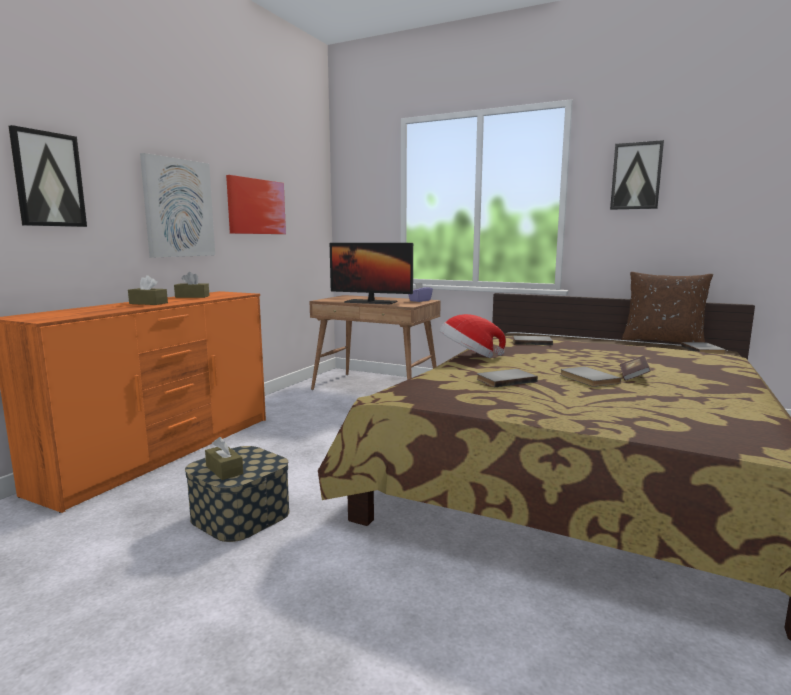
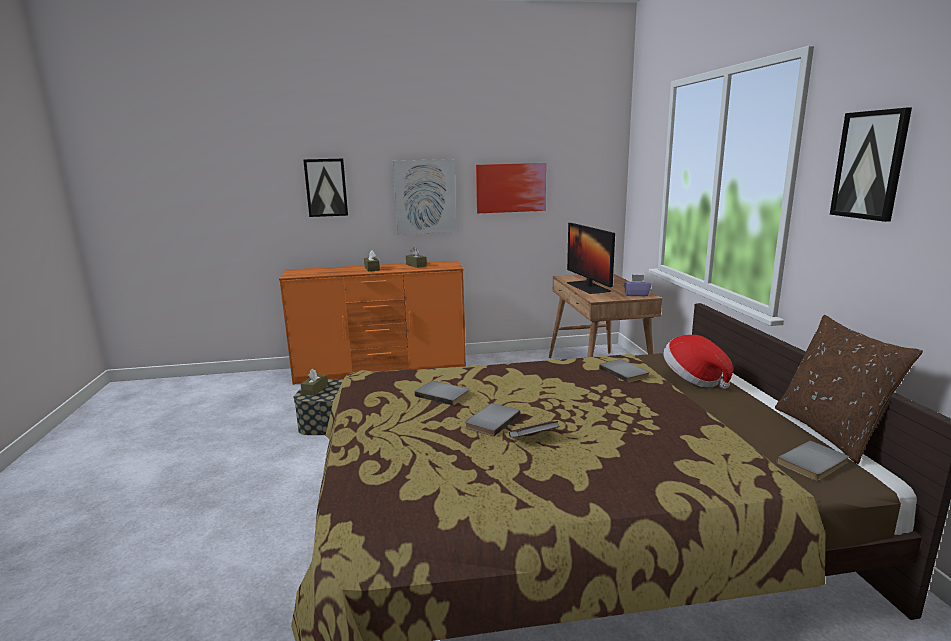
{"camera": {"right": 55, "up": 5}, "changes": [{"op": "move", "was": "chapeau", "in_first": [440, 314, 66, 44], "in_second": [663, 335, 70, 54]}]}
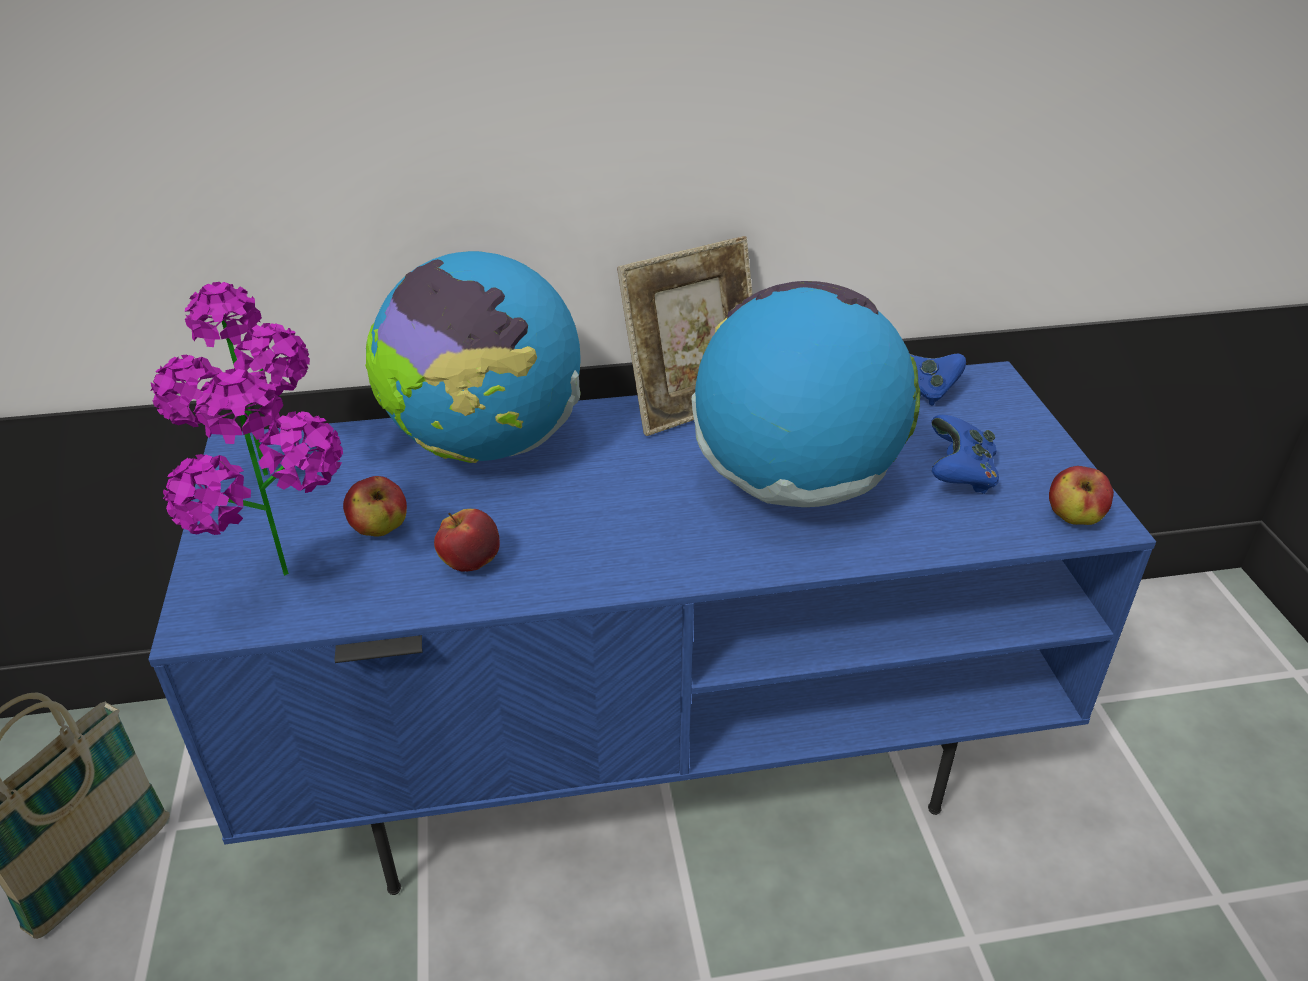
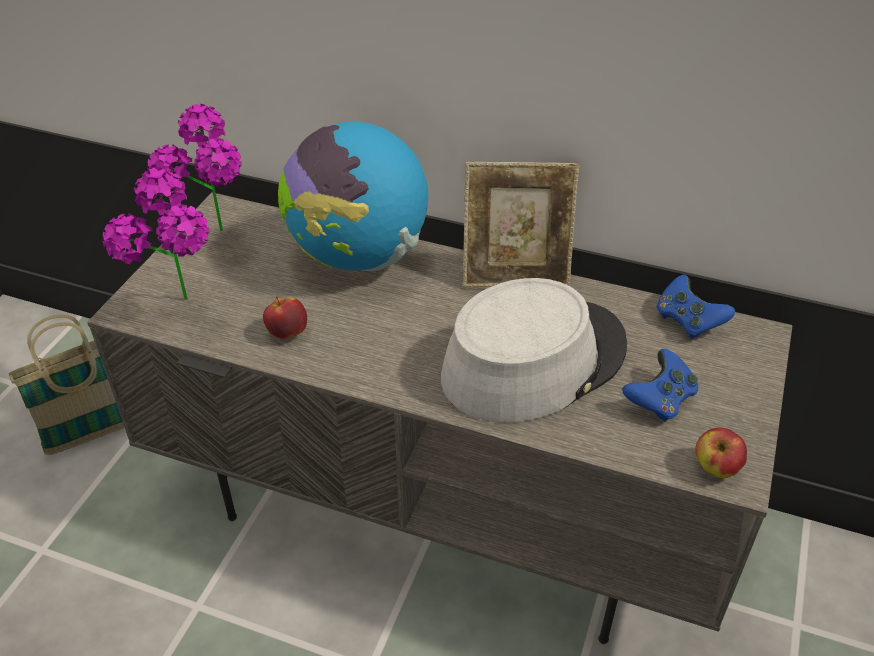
{"camera": {"right": 30, "up": 5}, "changes": [{"op": "recolor", "was": "meuble télé/bleu", "now": "meuble télé/gris", "in_first": [149, 361, 1007, 534], "in_second": [87, 192, 705, 452]}, {"op": "delete", "was": "pomme", "in_first": [343, 476, 64, 61]}, {"op": "replace", "was": "globe", "now": "chapeau/gris", "in_first": [692, 281, 228, 226], "in_second": [441, 278, 186, 144]}]}
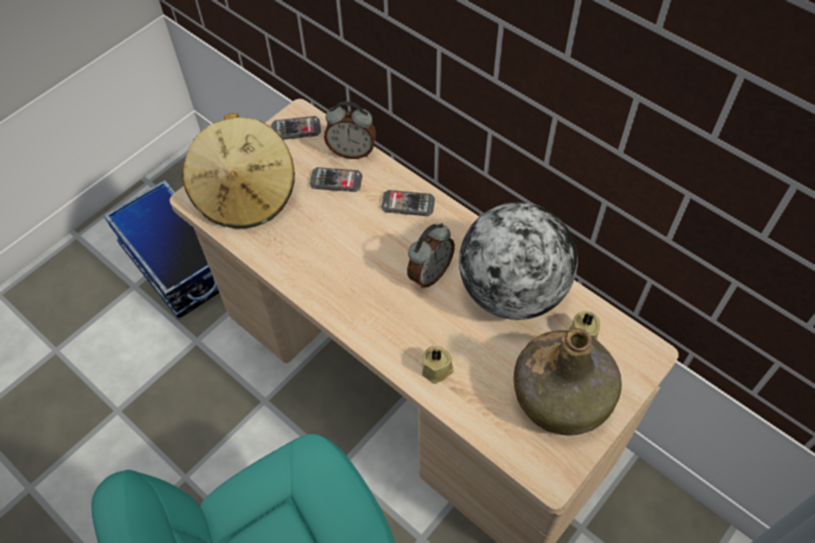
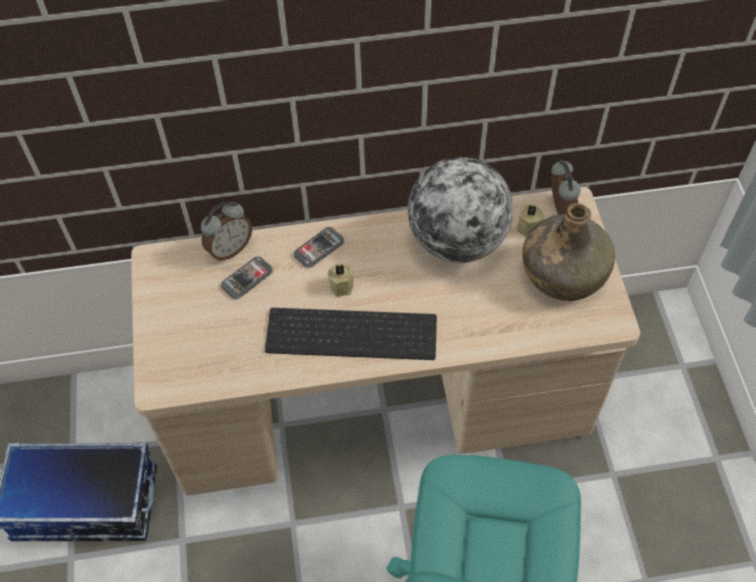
{"camera": {"right": -50, "up": 0}, "changes": [{"op": "delete", "was": "chapeau/beige", "in_first": [182, 113, 113, 115]}, {"op": "delete", "was": "téléphone", "in_first": [271, 116, 50, 24]}, {"op": "move", "was": "réveil", "in_first": [407, 223, 48, 65], "in_second": [551, 160, 29, 55]}, {"op": "move", "was": "bougie/beige", "in_first": [422, 346, 31, 38], "in_second": [328, 264, 25, 33]}, {"op": "insert", "now": "clavier", "in_second": [265, 308, 172, 52]}]}
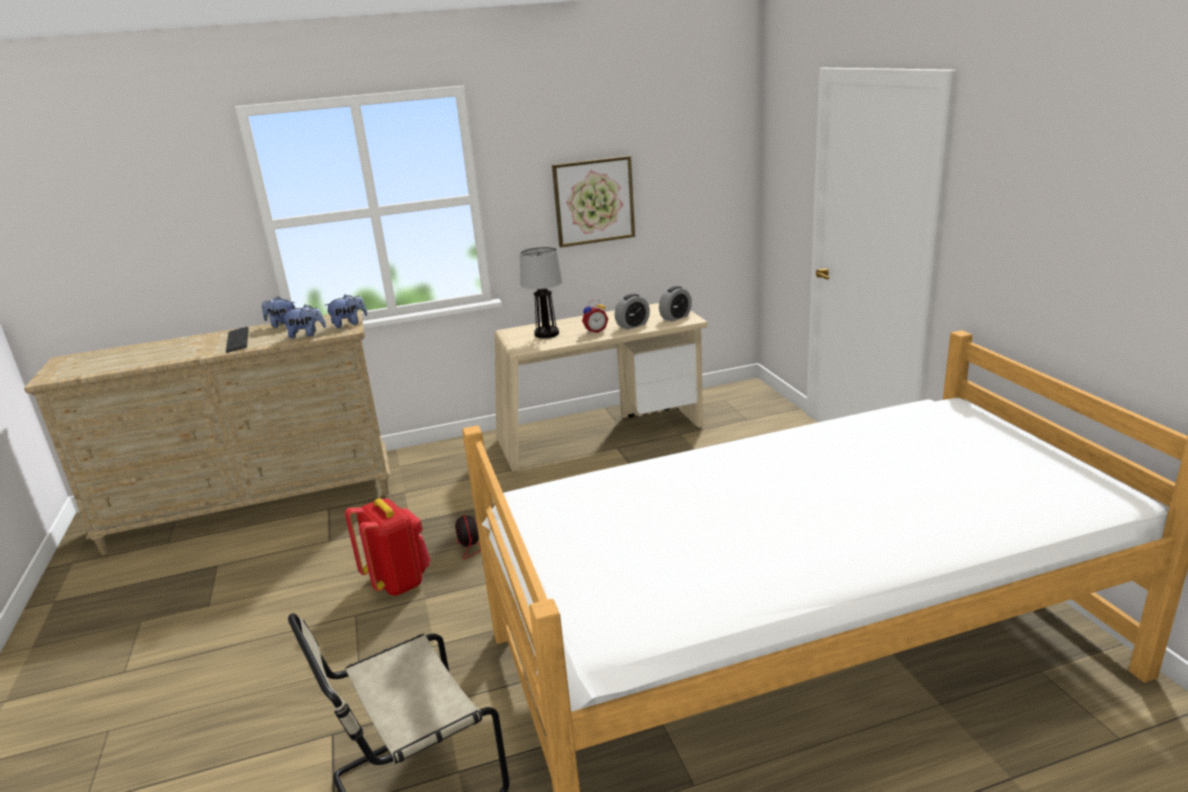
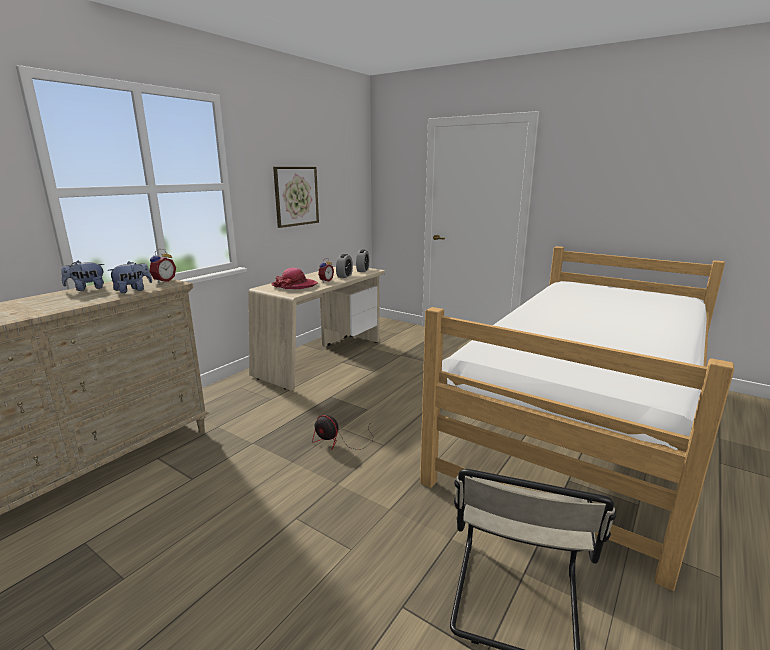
{"camera": {"right": -40, "up": -5}, "changes": [{"op": "delete", "was": "clavier", "in_first": [226, 327, 23, 26]}, {"op": "replace", "was": "peluche", "now": "réveil", "in_first": [324, 294, 43, 34], "in_second": [149, 249, 27, 34]}, {"op": "delete", "was": "sac à dos/rouge", "in_first": [345, 498, 85, 98]}, {"op": "replace", "was": "lampe de table", "now": "chapeau", "in_first": [520, 247, 43, 91], "in_second": [271, 268, 47, 21]}]}
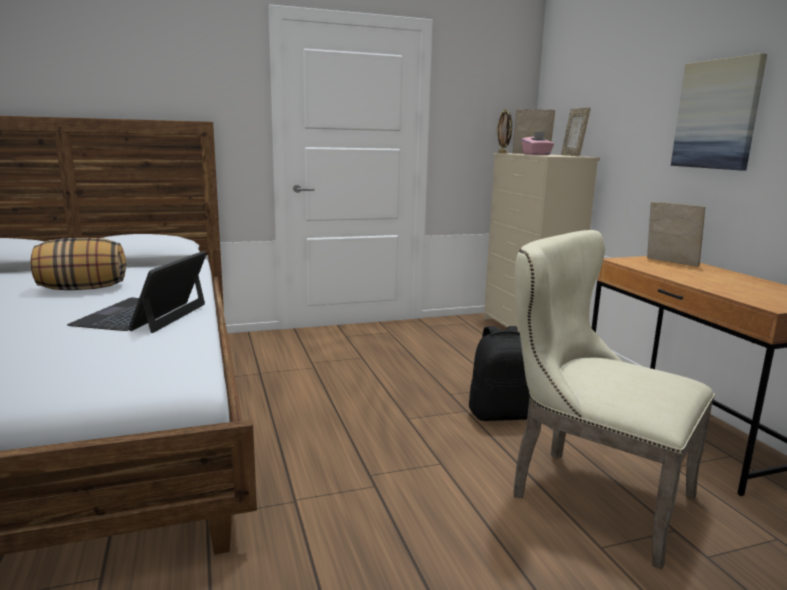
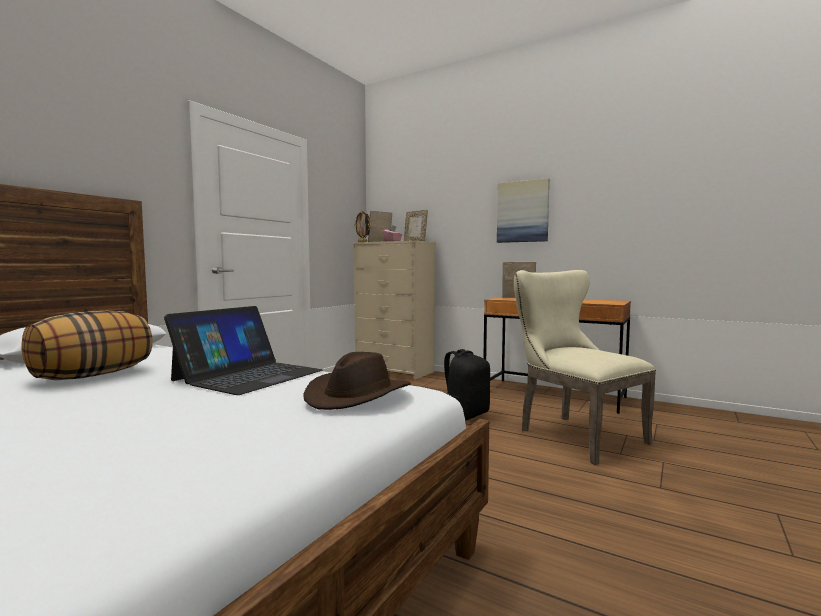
{"camera": {"right": -40, "up": -10}, "changes": [{"op": "rotate", "was": "ordinateur portable", "in_first": [67, 251, 140, 82], "in_second": [164, 306, 159, 89], "clockwise": -120}, {"op": "rotate", "was": "chaise/beige", "in_first": [514, 230, 201, 339], "in_second": [514, 270, 142, 195], "clockwise": 60}, {"op": "insert", "now": "chapeau/marron", "in_second": [303, 352, 108, 58]}]}
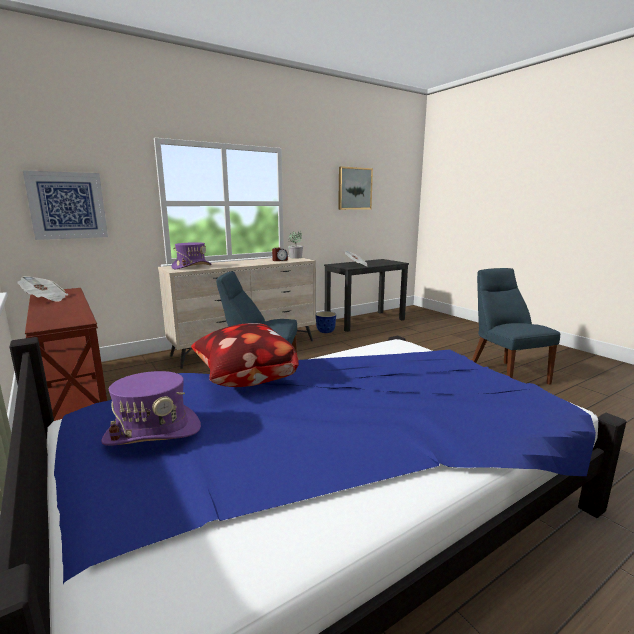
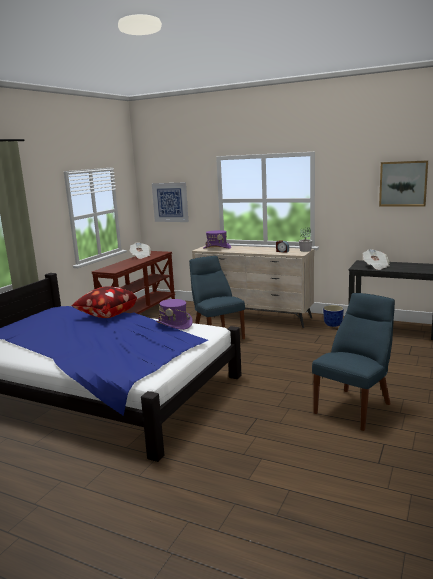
{"camera": {"right": 60, "up": 0}, "changes": [{"op": "move", "was": "chapeau/violet", "in_first": [101, 371, 100, 75], "in_second": [156, 299, 37, 31]}]}
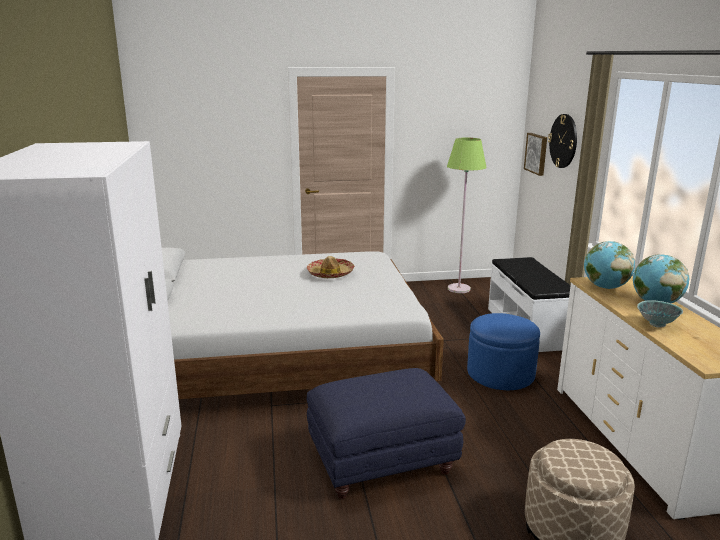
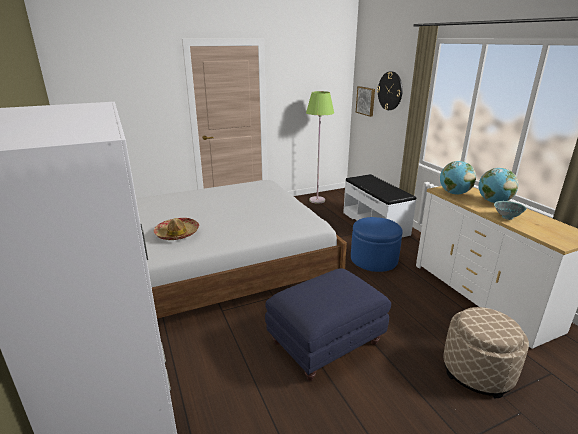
{"camera": {"right": -15, "up": 5}, "changes": [{"op": "move", "was": "chapeau", "in_first": [307, 256, 48, 22], "in_second": [154, 218, 45, 22]}]}
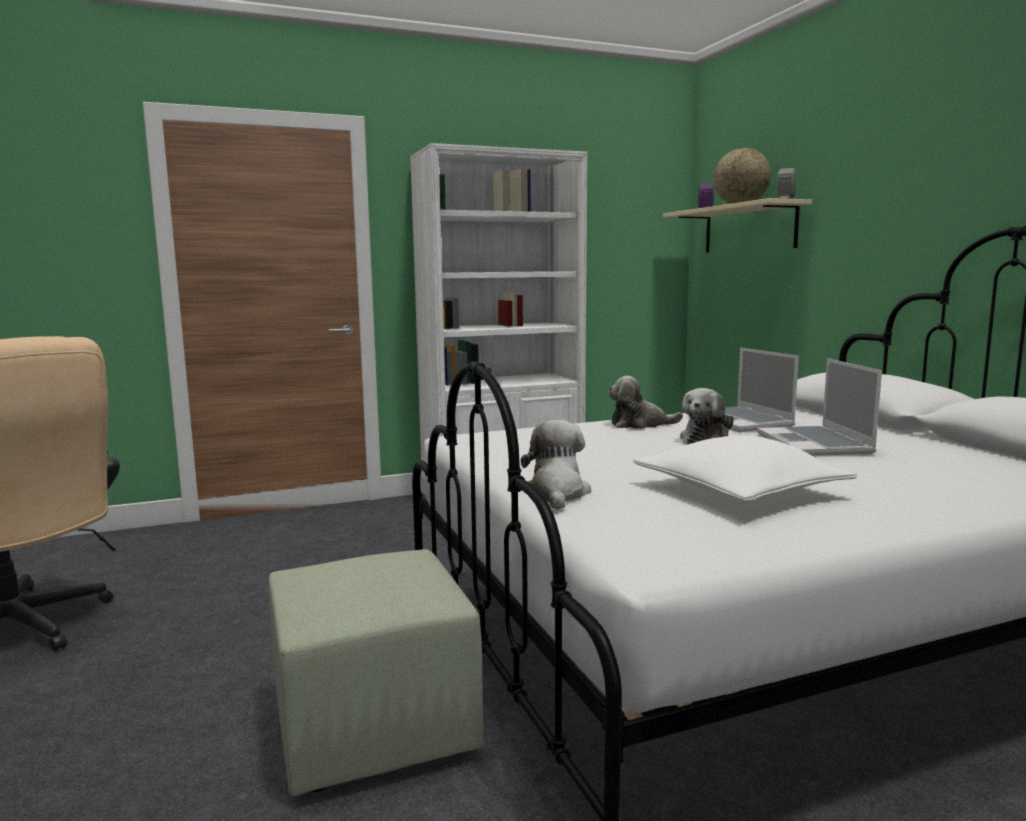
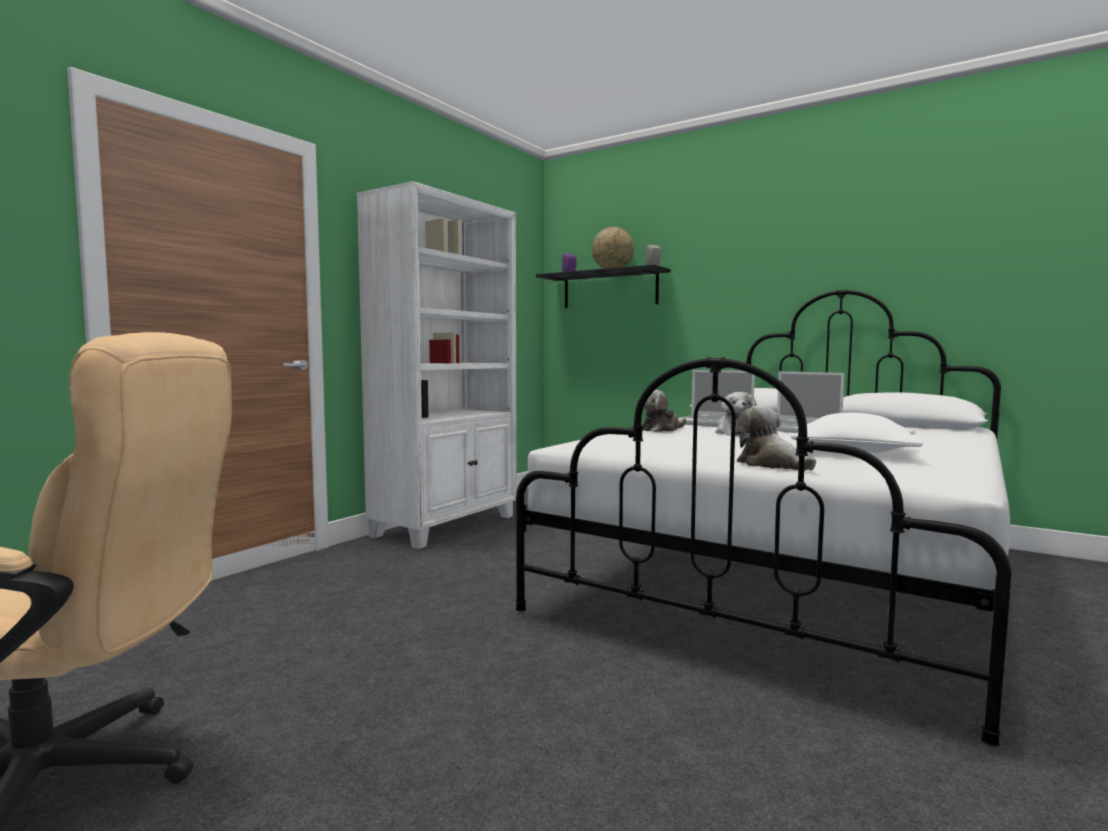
{"camera": {"right": -35, "up": -5}, "changes": [{"op": "delete", "was": "pouf/vert", "in_first": [268, 549, 216, 247]}, {"op": "recolor", "was": "étagère/beige", "now": "étagère/noir", "in_first": [663, 198, 149, 55], "in_second": [536, 265, 135, 43]}]}
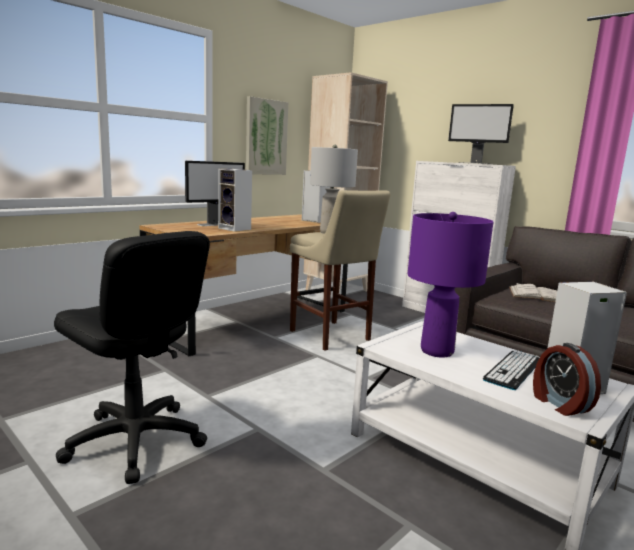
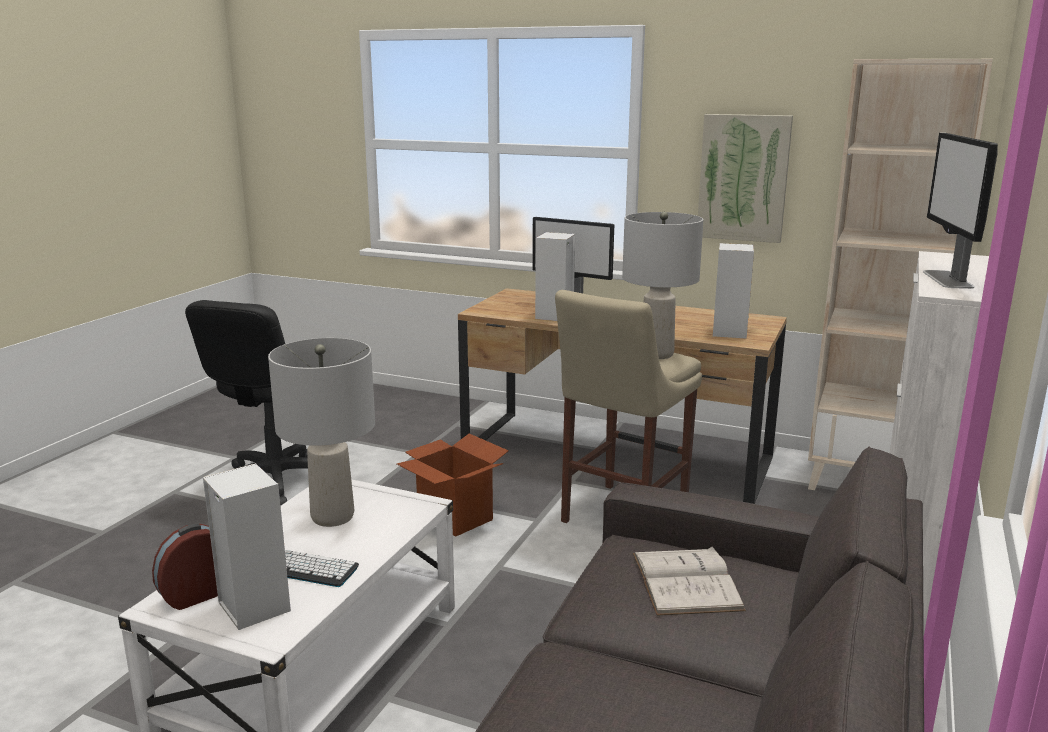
{"camera": {"right": 70, "up": 5}, "changes": [{"op": "recolor", "was": "lampe de table/violet", "now": "lampe de table/gris", "in_first": [408, 212, 85, 146], "in_second": [268, 338, 107, 189]}, {"op": "insert", "now": "carton", "in_second": [396, 433, 113, 103]}]}
